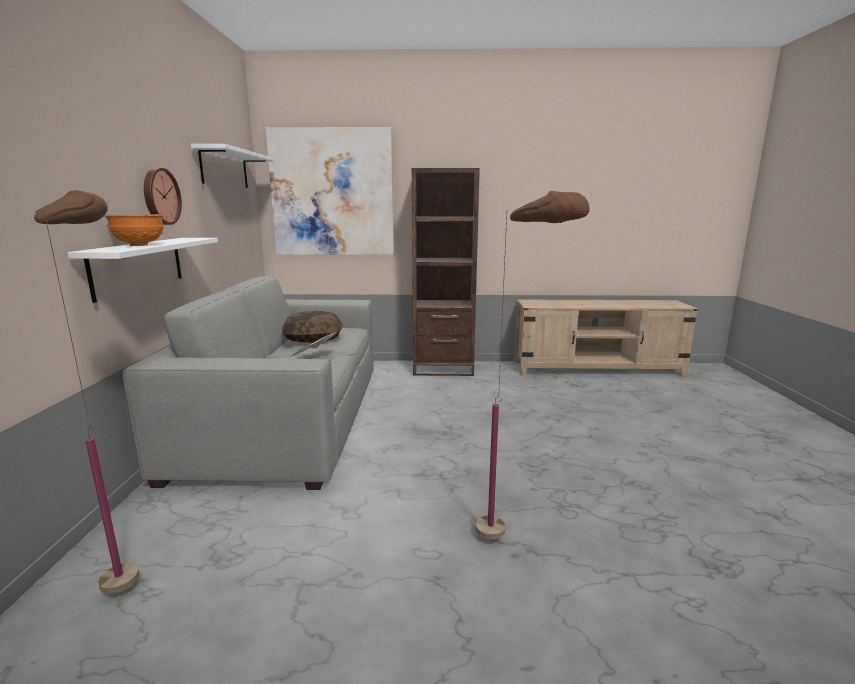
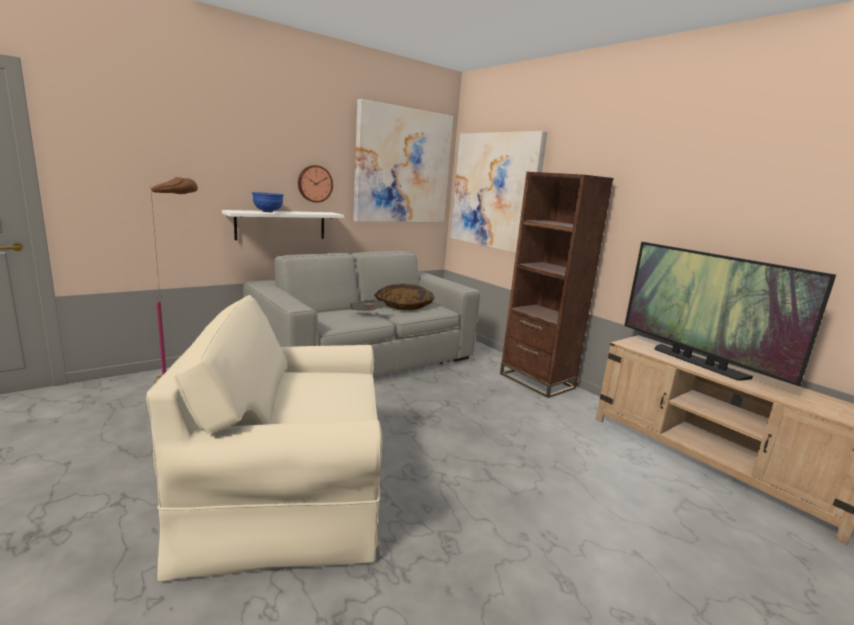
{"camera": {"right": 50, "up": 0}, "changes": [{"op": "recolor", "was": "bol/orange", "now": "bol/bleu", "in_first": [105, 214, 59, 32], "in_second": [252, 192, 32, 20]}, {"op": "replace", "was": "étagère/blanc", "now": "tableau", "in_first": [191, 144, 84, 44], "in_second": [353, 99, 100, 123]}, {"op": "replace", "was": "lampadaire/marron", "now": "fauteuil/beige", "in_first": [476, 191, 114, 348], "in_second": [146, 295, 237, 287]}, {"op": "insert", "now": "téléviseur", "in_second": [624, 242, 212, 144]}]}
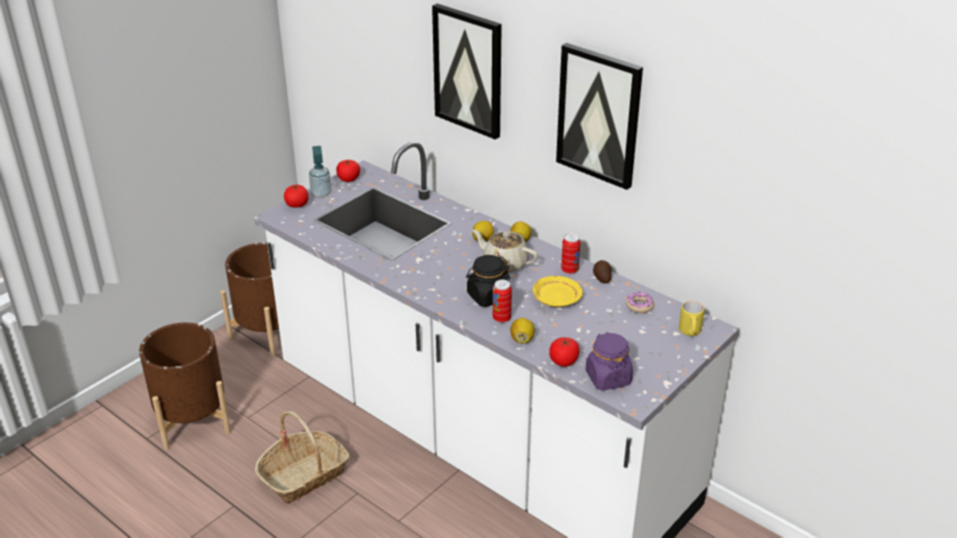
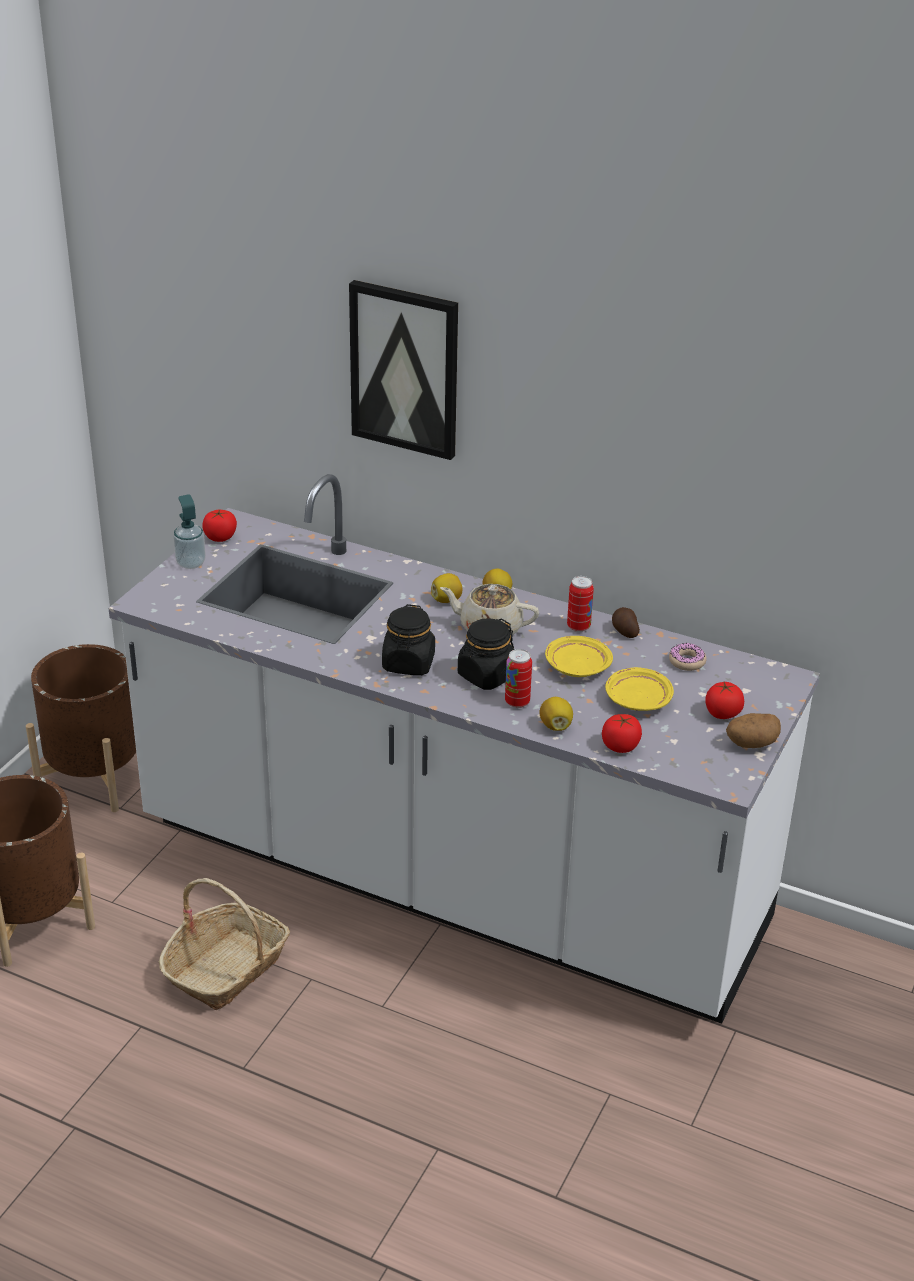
{"camera": {"right": -15, "up": 0}, "changes": [{"op": "move", "was": "tomate", "in_first": [284, 184, 25, 24], "in_second": [705, 682, 39, 37]}, {"op": "delete", "was": "tableau", "in_first": [556, 43, 87, 147]}, {"op": "delete", "was": "bocal/violet", "in_first": [586, 332, 47, 58]}, {"op": "delete", "was": "mug/jaune", "in_first": [679, 301, 25, 35]}, {"op": "insert", "now": "bocal/noir", "in_second": [382, 604, 53, 71]}, {"op": "insert", "now": "assiette/jaune", "in_second": [605, 667, 69, 44]}, {"op": "insert", "now": "pomme de terre", "in_second": [726, 713, 55, 35]}]}
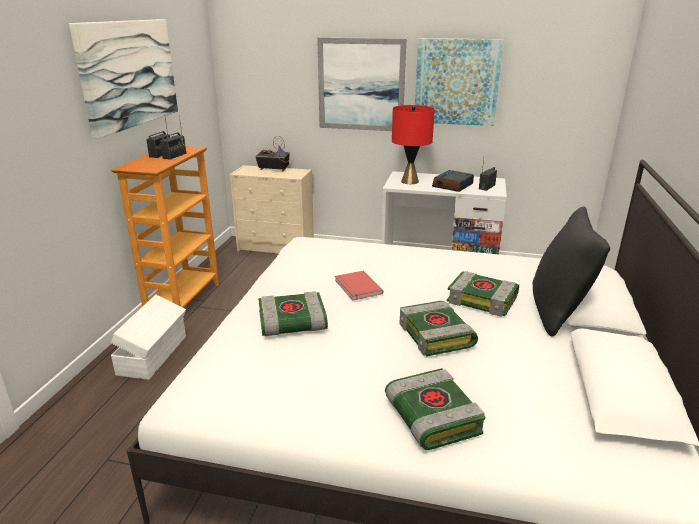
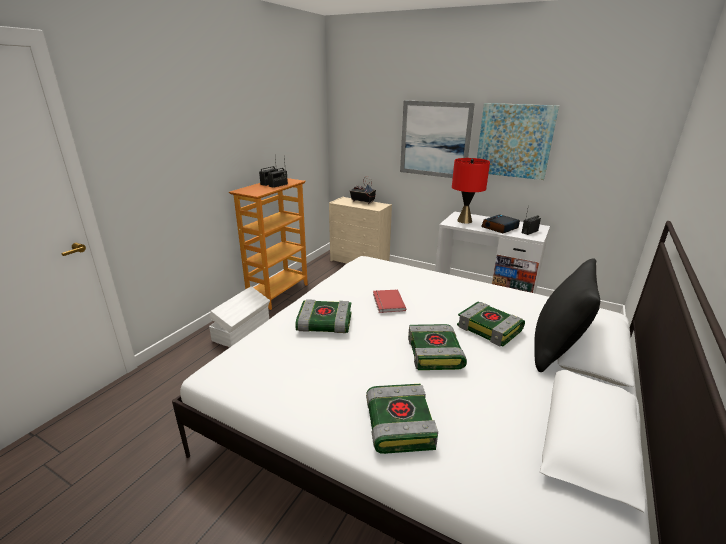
{"camera": {"right": 15, "up": 0}, "changes": [{"op": "delete", "was": "tableau", "in_first": [69, 19, 109, 120]}]}
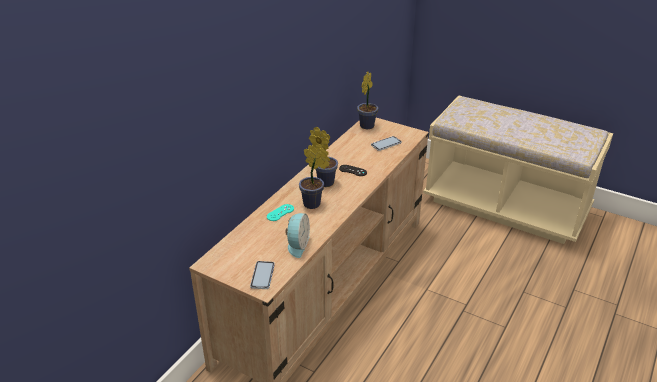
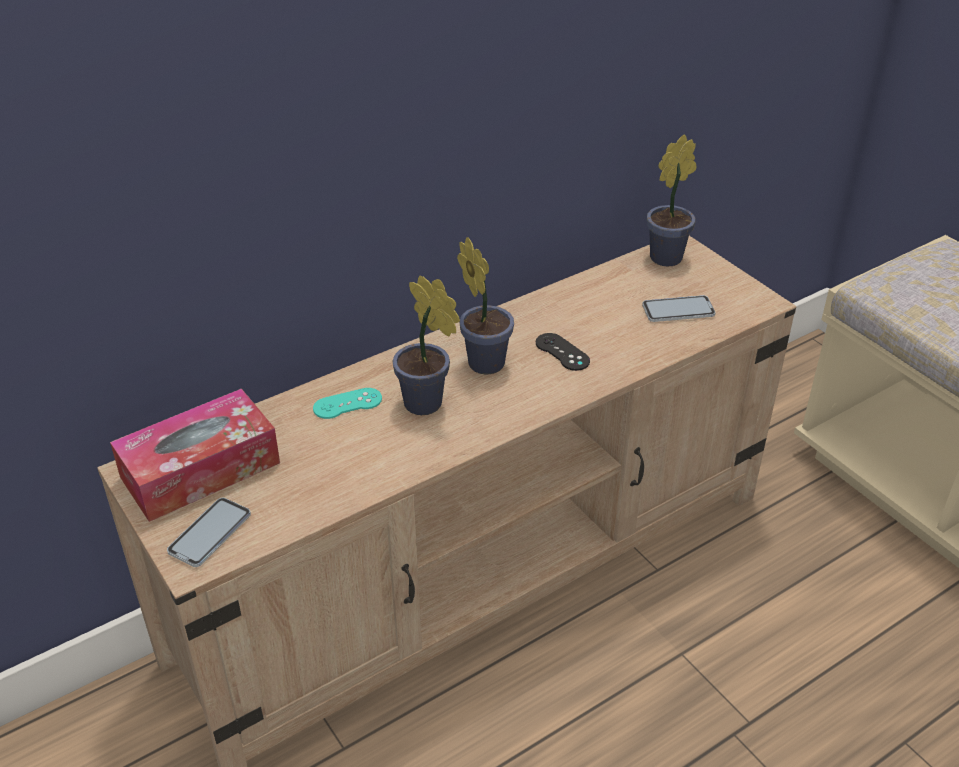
{"camera": {"right": 25, "up": 5}, "changes": [{"op": "delete", "was": "réveil", "in_first": [285, 213, 25, 45]}, {"op": "insert", "now": "boîte à mouchoirs", "in_second": [110, 388, 170, 134]}]}
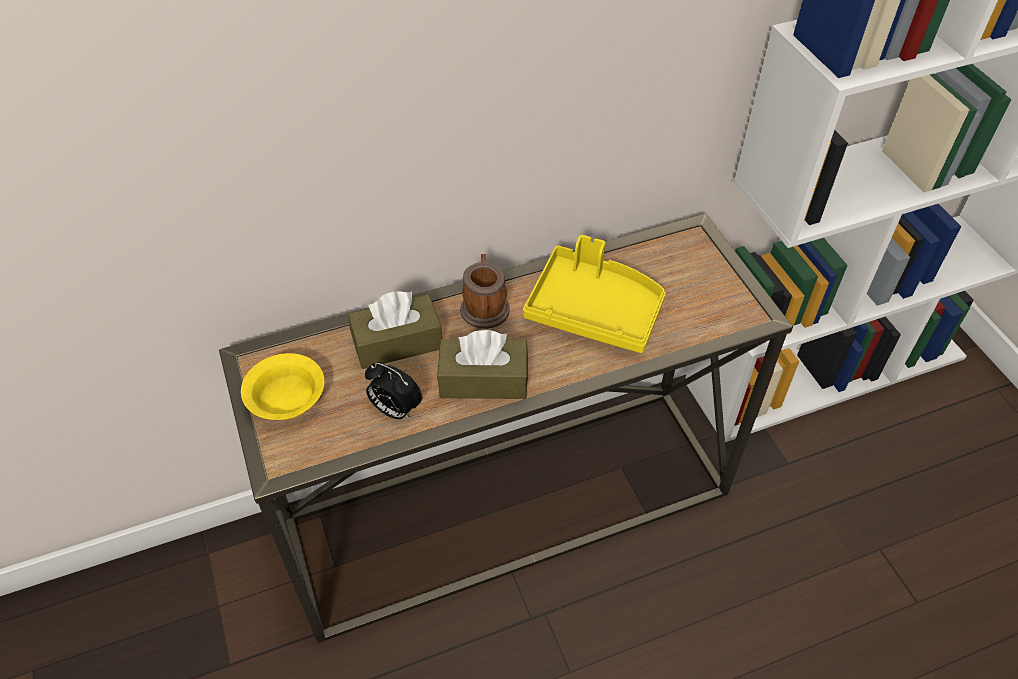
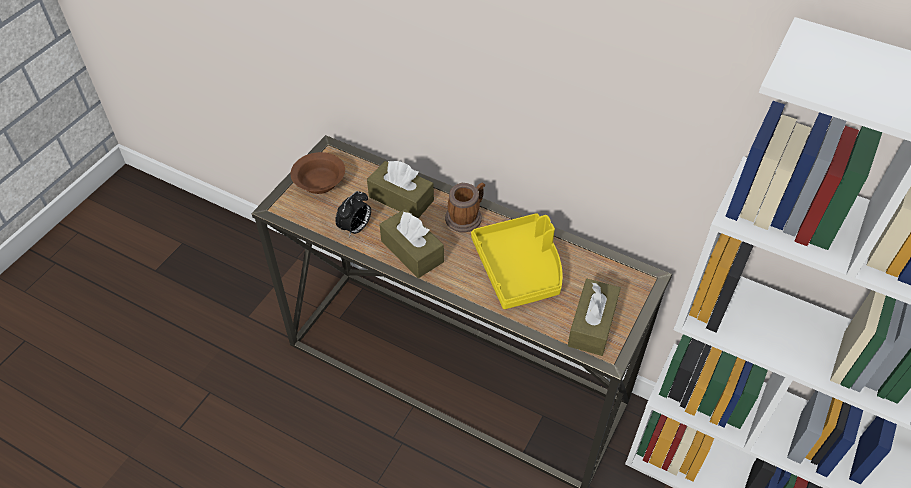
{"camera": {"right": 50, "up": 0}, "changes": [{"op": "recolor", "was": "bol/jaune", "now": "bol/marron", "in_first": [241, 353, 83, 67], "in_second": [291, 152, 54, 42]}, {"op": "rotate", "was": "réveil", "in_first": [365, 362, 57, 58], "in_second": [335, 191, 36, 46], "clockwise": -135}, {"op": "insert", "now": "boîte à mouchoirs/marron", "in_second": [568, 279, 53, 77]}]}
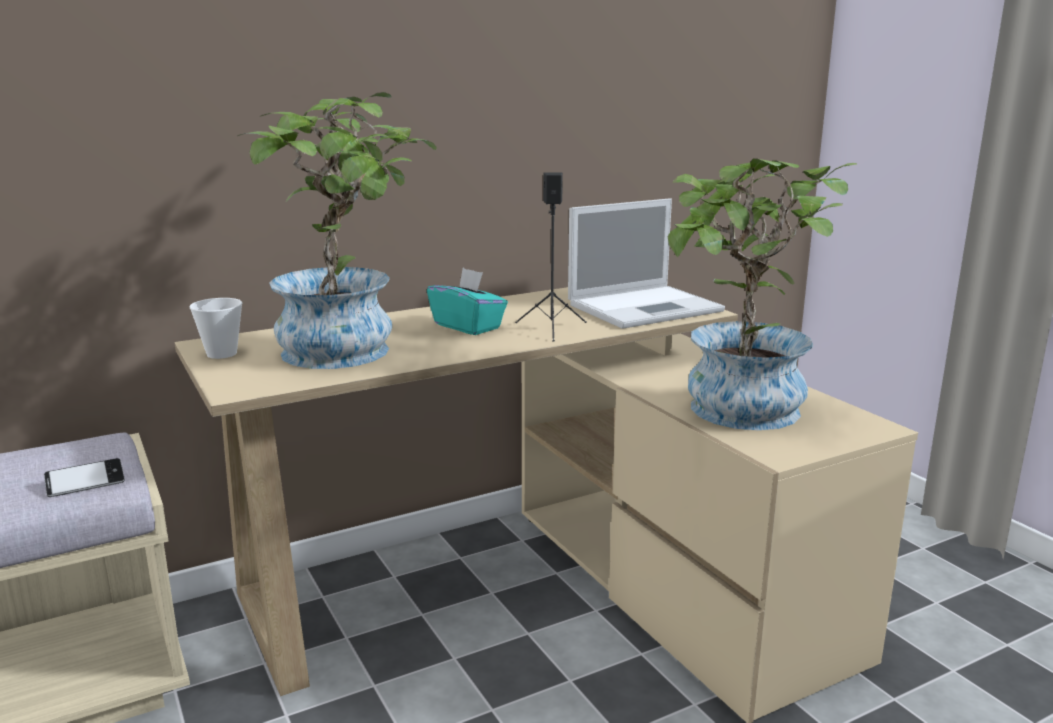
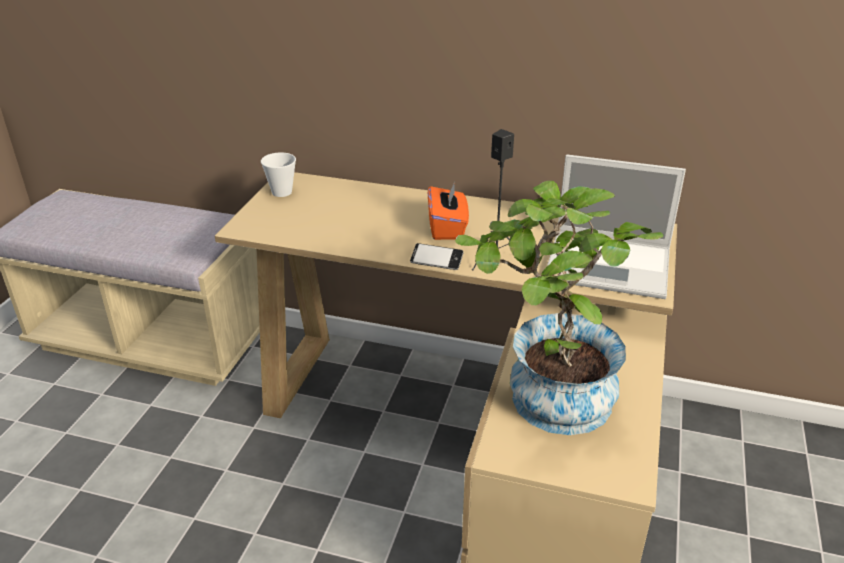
{"camera": {"right": 45, "up": 15}, "changes": [{"op": "move", "was": "téléphone", "in_first": [44, 458, 81, 39], "in_second": [410, 243, 54, 27]}, {"op": "delete", "was": "plante en pot", "in_first": [237, 92, 200, 277]}, {"op": "recolor", "was": "boîte à mouchoirs/turquoise", "now": "boîte à mouchoirs/orange", "in_first": [427, 268, 81, 67], "in_second": [428, 182, 41, 58]}]}
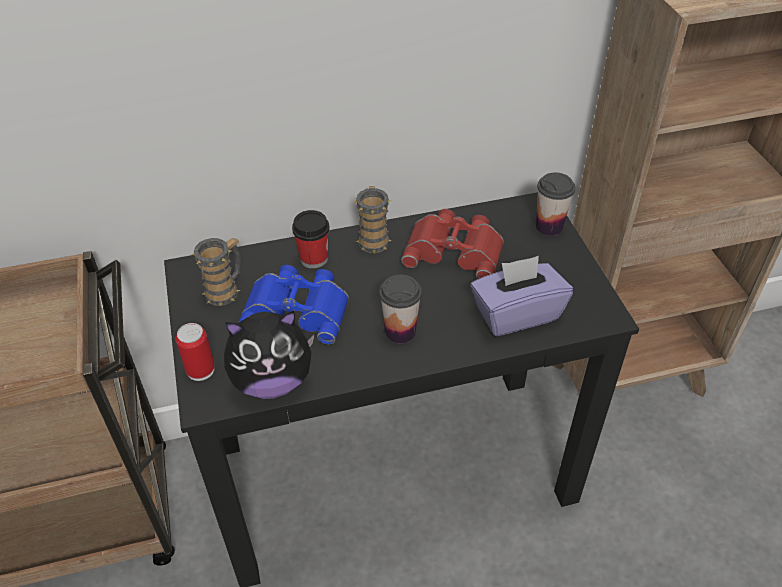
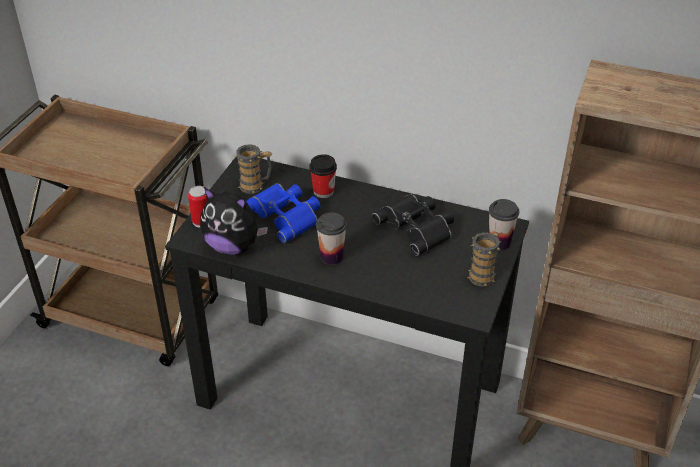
{"camera": {"right": 35, "up": -5}, "changes": [{"op": "move", "was": "mug", "in_first": [354, 186, 38, 67], "in_second": [468, 232, 33, 55]}, {"op": "recolor", "was": "jumelles/rouge", "now": "jumelles/noir", "in_first": [401, 209, 103, 70], "in_second": [372, 194, 82, 62]}, {"op": "delete", "was": "boîte à mouchoirs/violet", "in_first": [471, 256, 102, 80]}]}
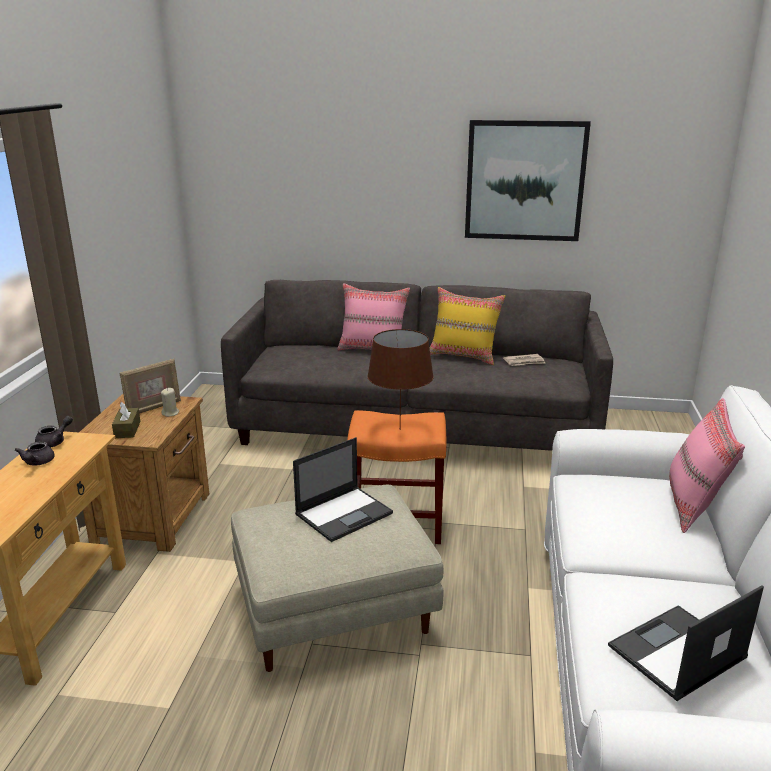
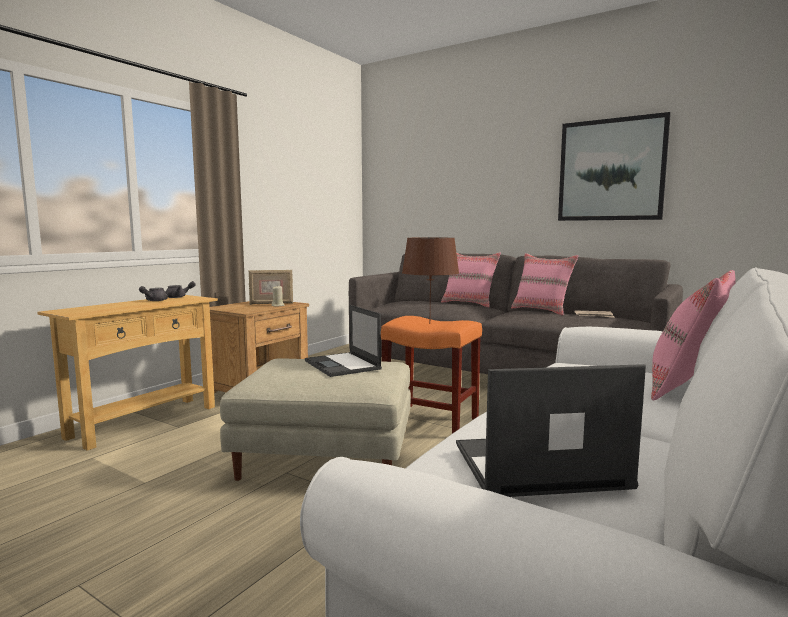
{"camera": {"right": 25, "up": -15}, "changes": [{"op": "delete", "was": "boîte à mouchoirs/marron", "in_first": [112, 402, 28, 36]}, {"op": "rotate", "was": "ordinateur portable", "in_first": [293, 437, 100, 105], "in_second": [305, 305, 77, 72], "clockwise": 75}, {"op": "recolor", "was": "coussin/jaune", "now": "coussin/rose", "in_first": [430, 287, 75, 78], "in_second": [511, 253, 67, 63]}]}
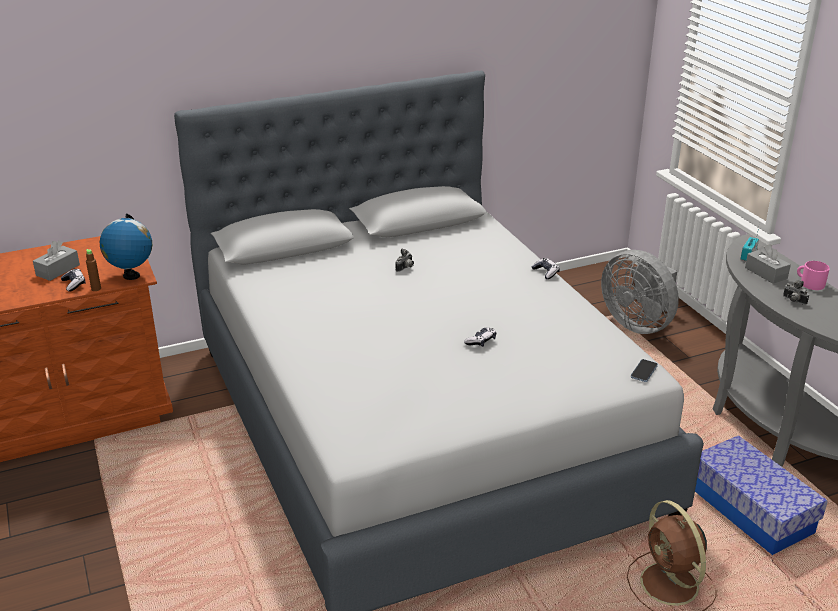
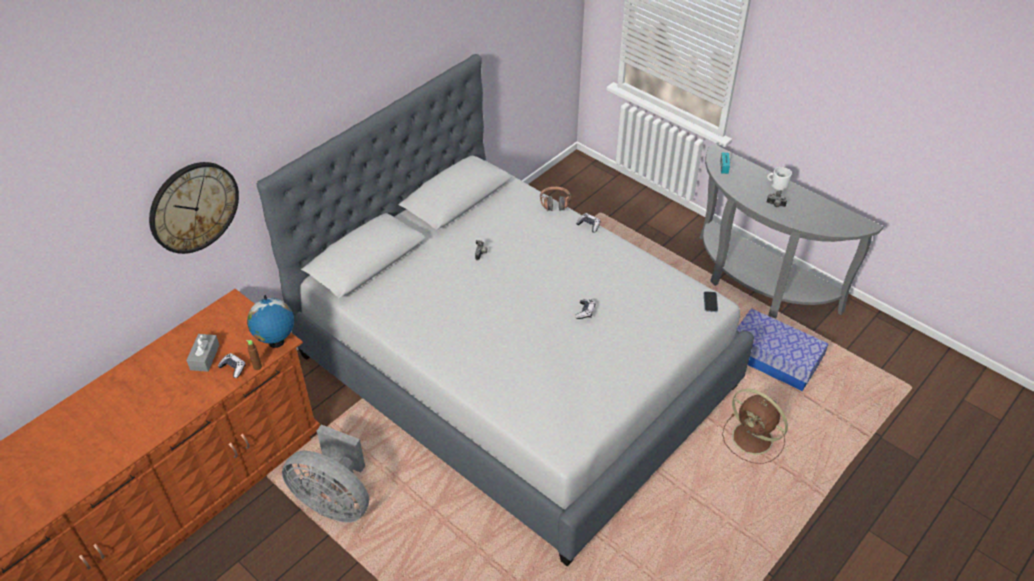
{"camera": {"right": -25, "up": 15}, "changes": [{"op": "move", "was": "ventilateur/gris", "in_first": [601, 250, 78, 84], "in_second": [282, 424, 87, 98]}, {"op": "delete", "was": "boîte à mouchoirs/gris", "in_first": [745, 244, 46, 40]}, {"op": "recolor", "was": "mug/rose", "now": "mug/blanc", "in_first": [797, 261, 33, 29], "in_second": [767, 167, 25, 23]}, {"op": "insert", "now": "horloge murale", "in_second": [149, 162, 90, 92]}, {"op": "insert", "now": "casque audio", "in_second": [540, 187, 31, 24]}]}
